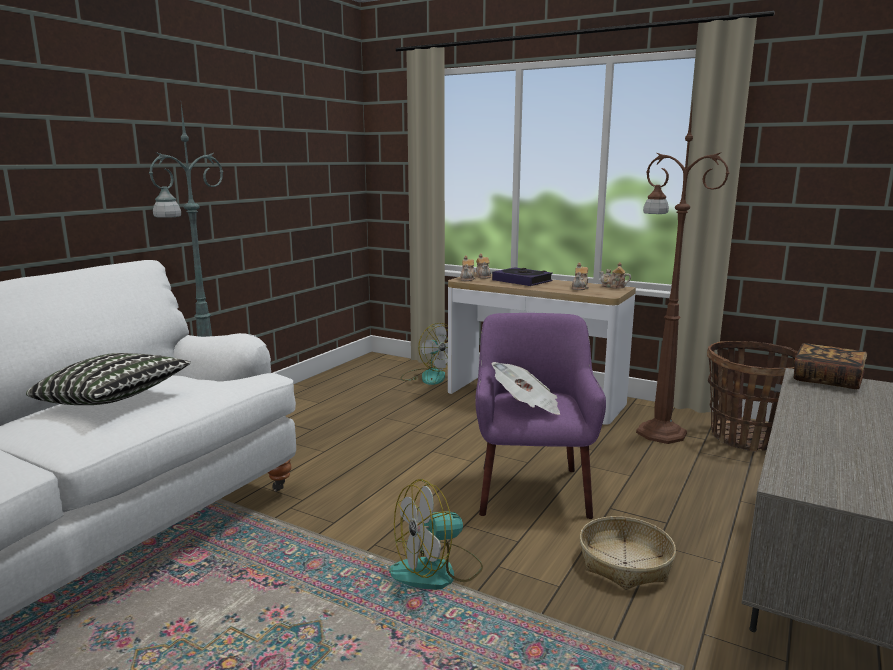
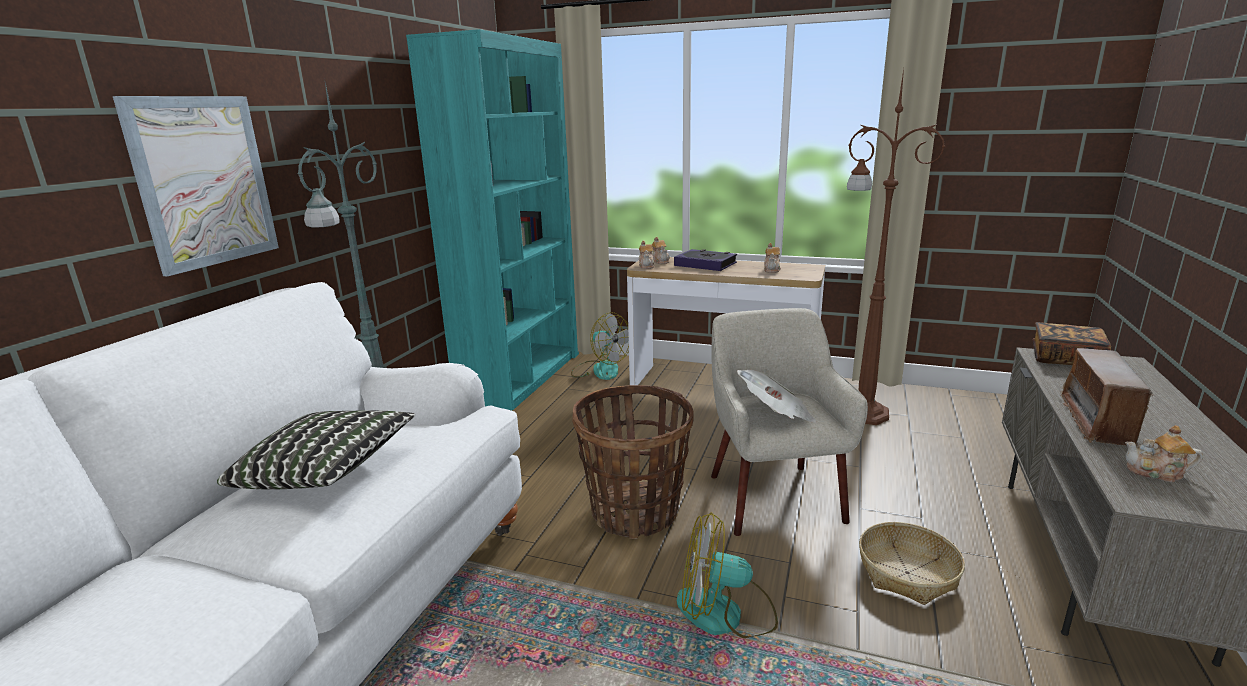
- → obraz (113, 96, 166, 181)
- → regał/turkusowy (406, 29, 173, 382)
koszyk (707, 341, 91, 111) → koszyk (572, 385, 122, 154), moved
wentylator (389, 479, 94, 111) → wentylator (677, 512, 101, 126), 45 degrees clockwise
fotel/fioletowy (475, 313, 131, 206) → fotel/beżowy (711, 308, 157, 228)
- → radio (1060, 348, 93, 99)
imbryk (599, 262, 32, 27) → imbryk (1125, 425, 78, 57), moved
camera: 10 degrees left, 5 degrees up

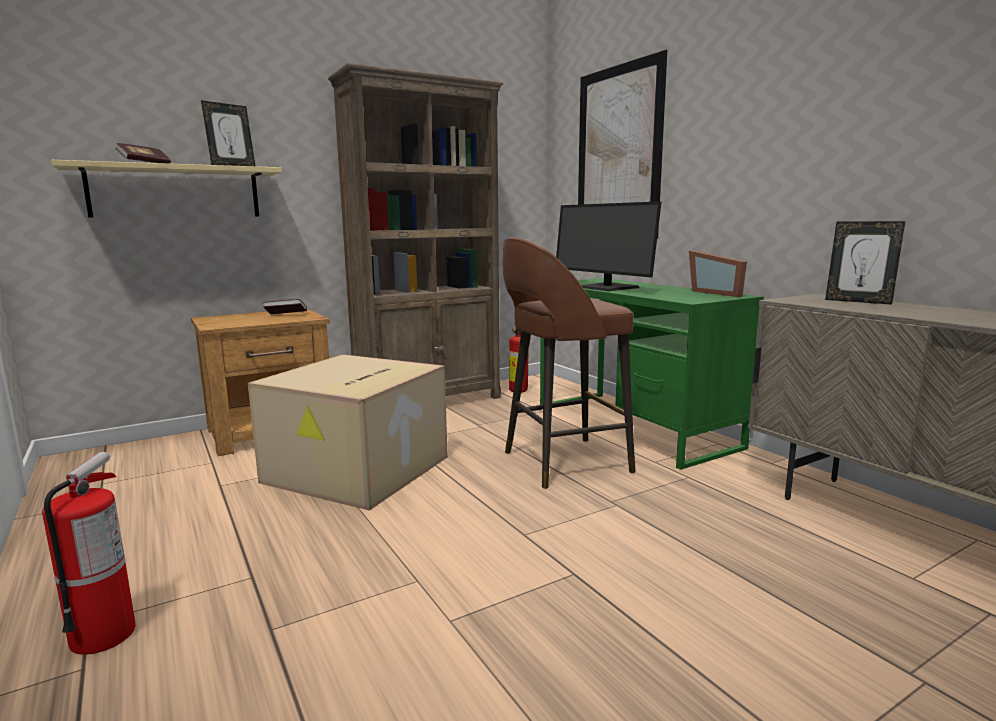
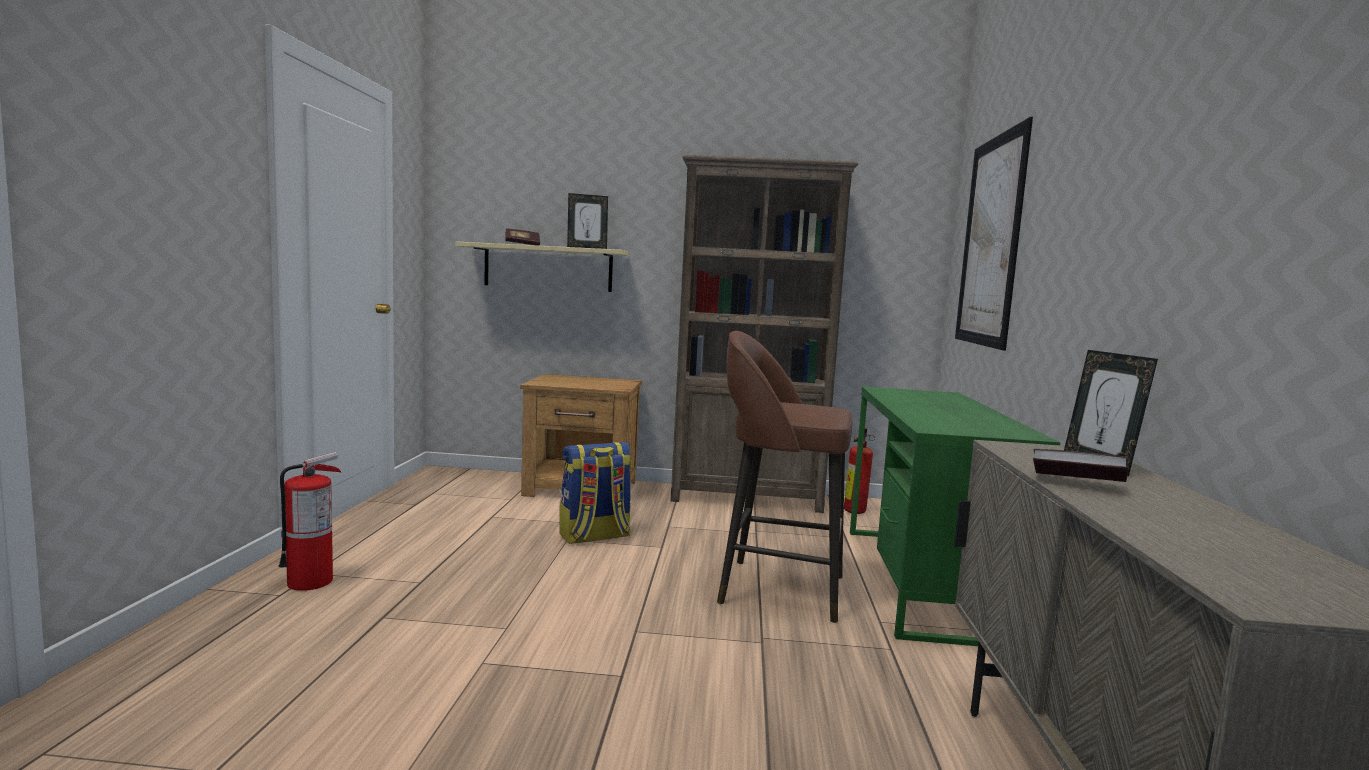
karton (248, 354, 200, 156) → plecak (559, 442, 73, 102)
książka (263, 299, 44, 15) → książka (1033, 449, 95, 33), moved
monitor (556, 201, 105, 90) → -
ramka na zdjęcie (689, 250, 58, 47) → -
camera: 35 degrees right, 5 degrees down

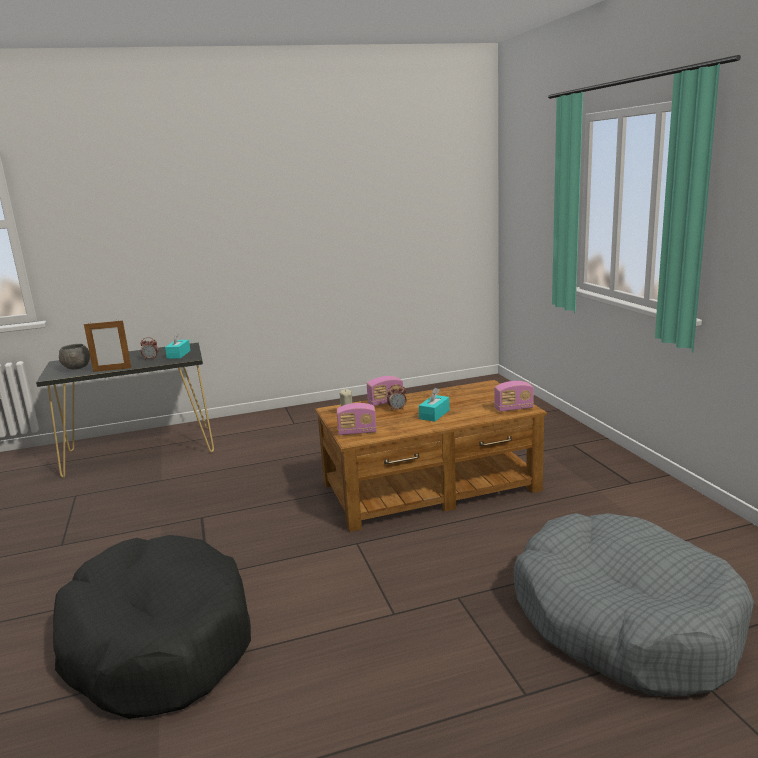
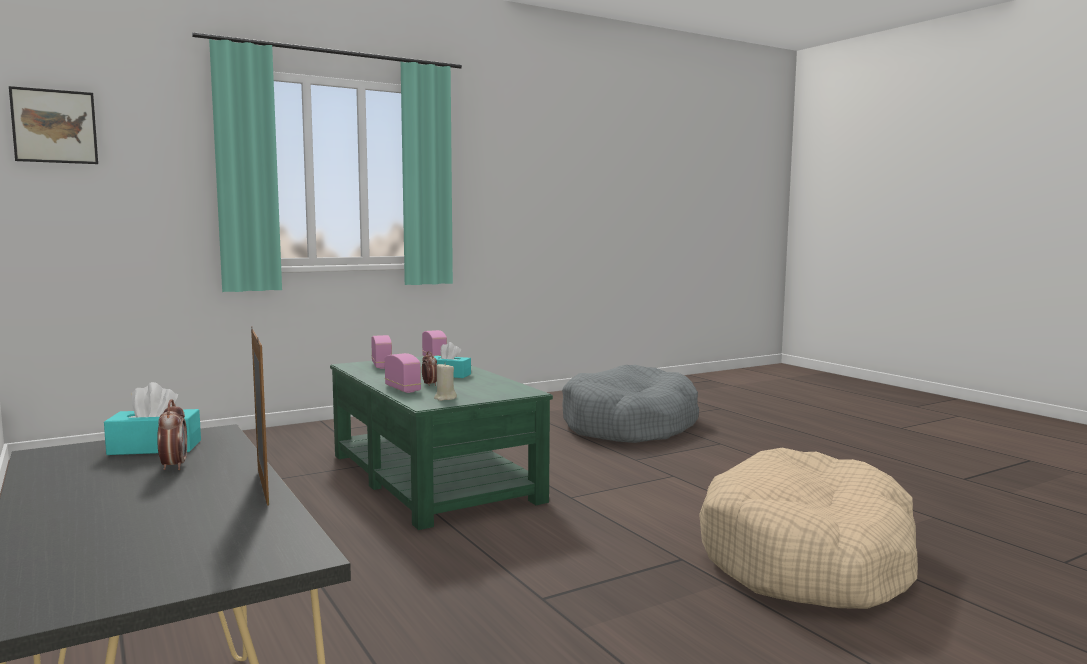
- → obraz (9, 86, 89, 78)
ława/brązowy (315, 380, 232, 152) → ława/zielony (330, 356, 223, 174)
radio (337, 403, 40, 32) → radio (371, 335, 21, 34), moved
legowisko/czarny (53, 535, 198, 184) → legowisko/beżowy (699, 448, 219, 161)
miska/szary (59, 344, 31, 26) → -
camera: 105 degrees left, 10 degrees down

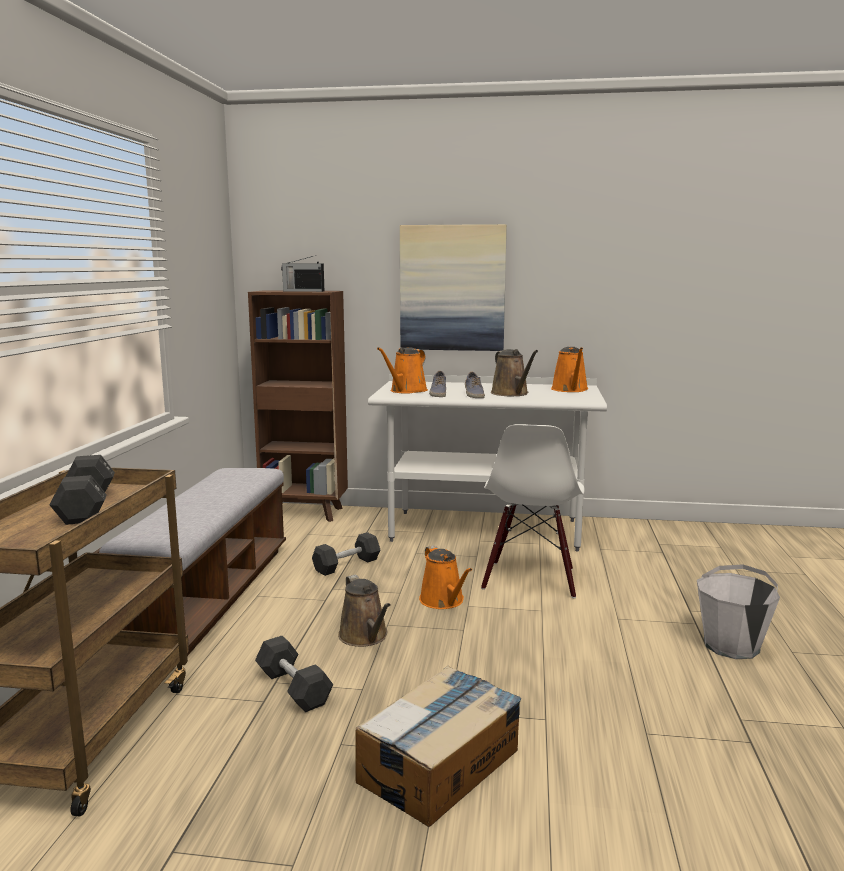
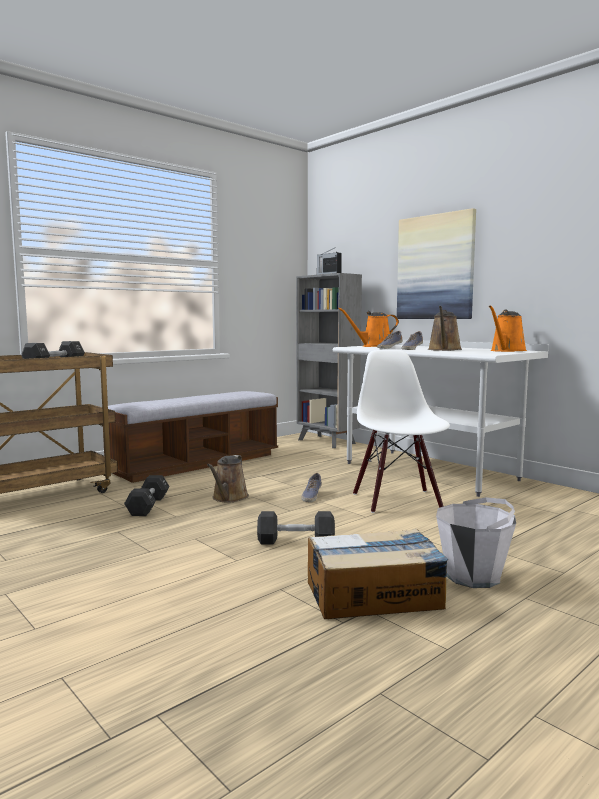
hantel/czarny (312, 532, 68, 44) → hantel/czarny (257, 511, 78, 34), moved
regał/brązowy (248, 291, 100, 231) → regał/szary (296, 273, 66, 175)
konewka/pomarańczowy (419, 545, 53, 64) → but (301, 473, 21, 29)
karton (355, 665, 167, 162) → karton (308, 529, 140, 90), moved
krzesło/biały (481, 424, 104, 174) → krzesło/biały (353, 350, 97, 163), 120 degrees clockwise
camera: 40 degrees right, 5 degrees down

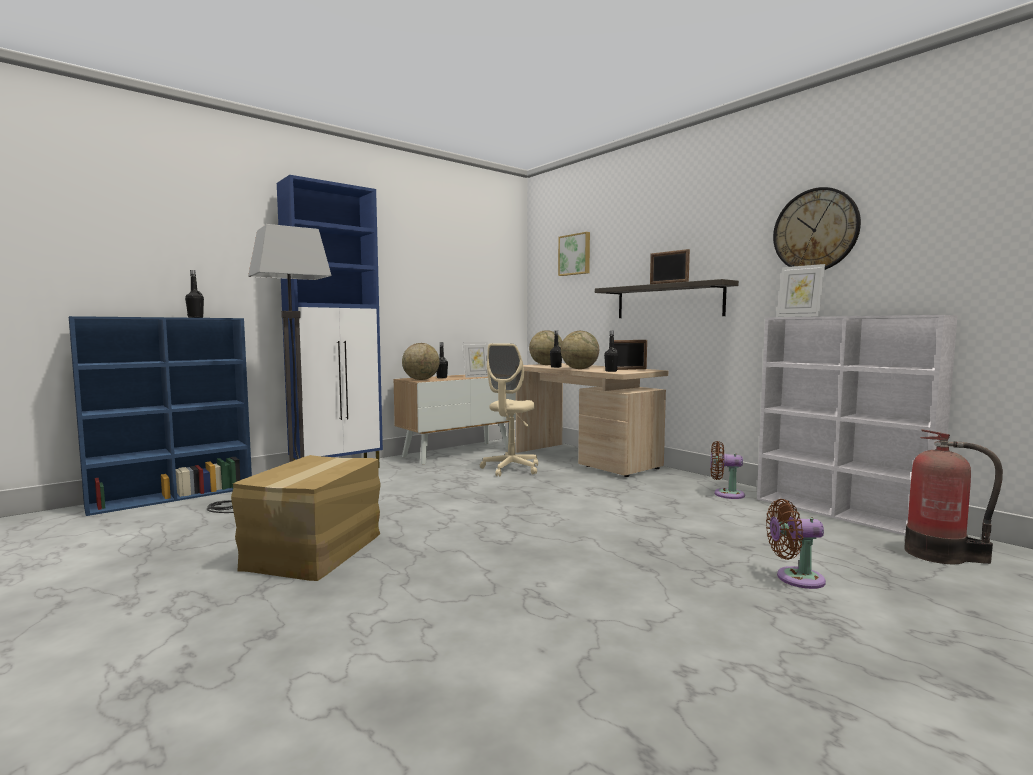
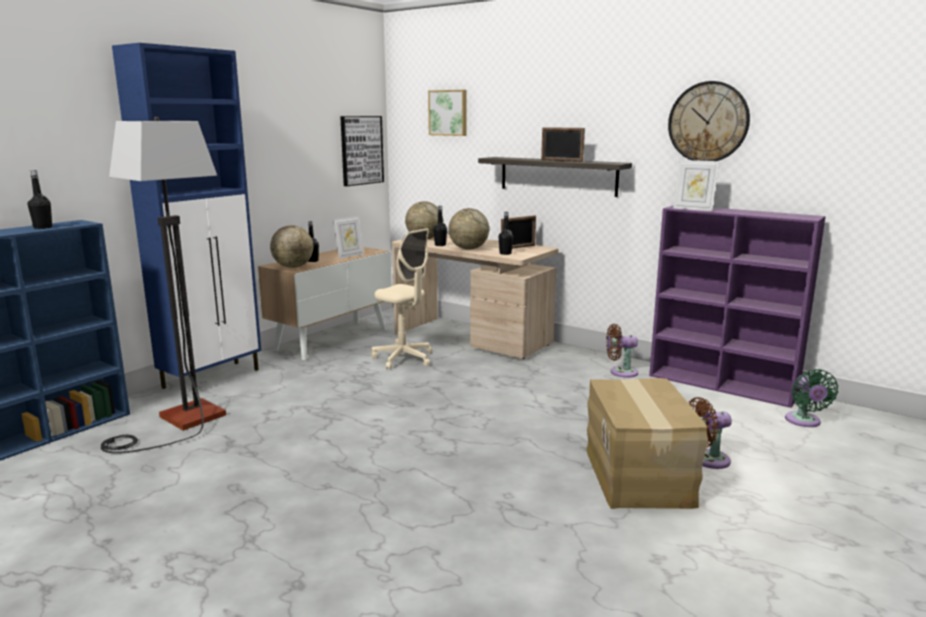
- → obraz (340, 116, 44, 70)
krzesło biurowe/beżowy (480, 343, 58, 134) → krzesło biurowe/beżowy (371, 228, 62, 142), 60 degrees counterclockwise
karton (231, 455, 149, 126) → karton (586, 378, 122, 131), moved
regał/biały (757, 315, 201, 220) → regał/fioletowy (649, 206, 177, 202)
gaśnica (904, 429, 99, 135) → wentylator/zielony (785, 369, 53, 58)
camera: 15 degrees left, 10 degrees up

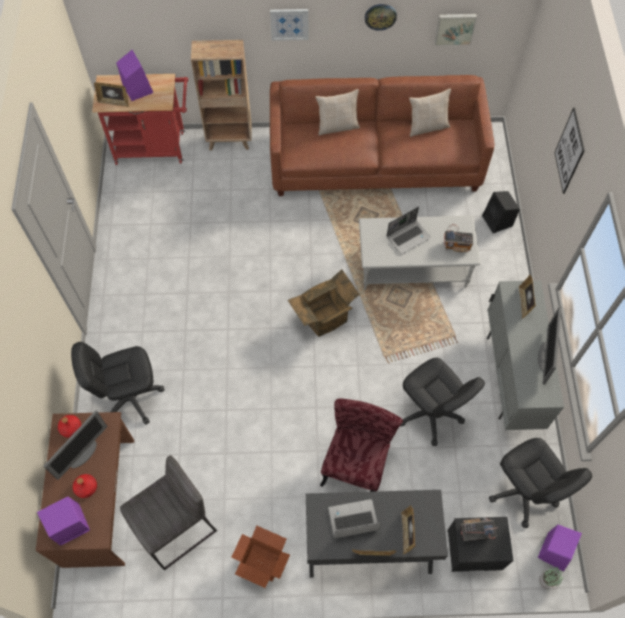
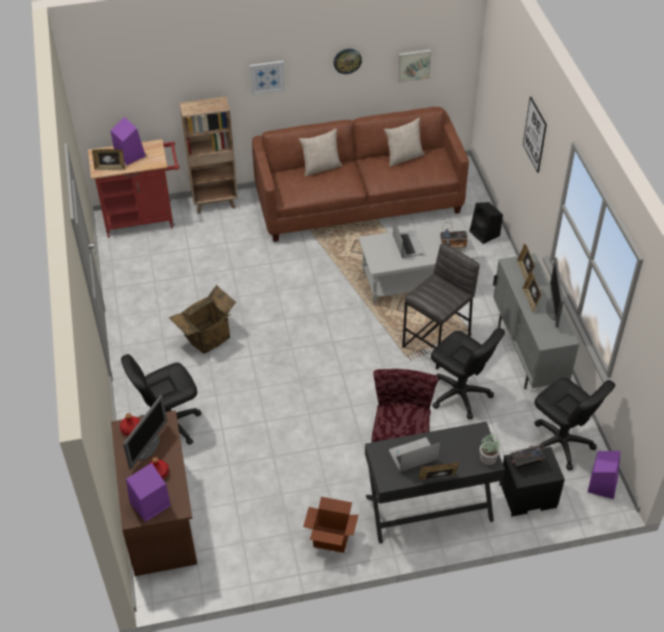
karton (288, 269, 72, 68) → karton (169, 285, 68, 69), moved
laptop (387, 207, 44, 48) → laptop (393, 219, 32, 39), 60 degrees counterclockwise
stołek/szary (120, 455, 97, 116) → stołek/szary (402, 243, 78, 127), moved
roślina doniczkowa (539, 567, 24, 22) → roślina doniczkowa (480, 433, 20, 32), moved
ramka na zdjęcie (401, 505, 14, 49) → ramka na zdjęcie (522, 271, 20, 41), moved
camera: 10 degrees left, 15 degrees down

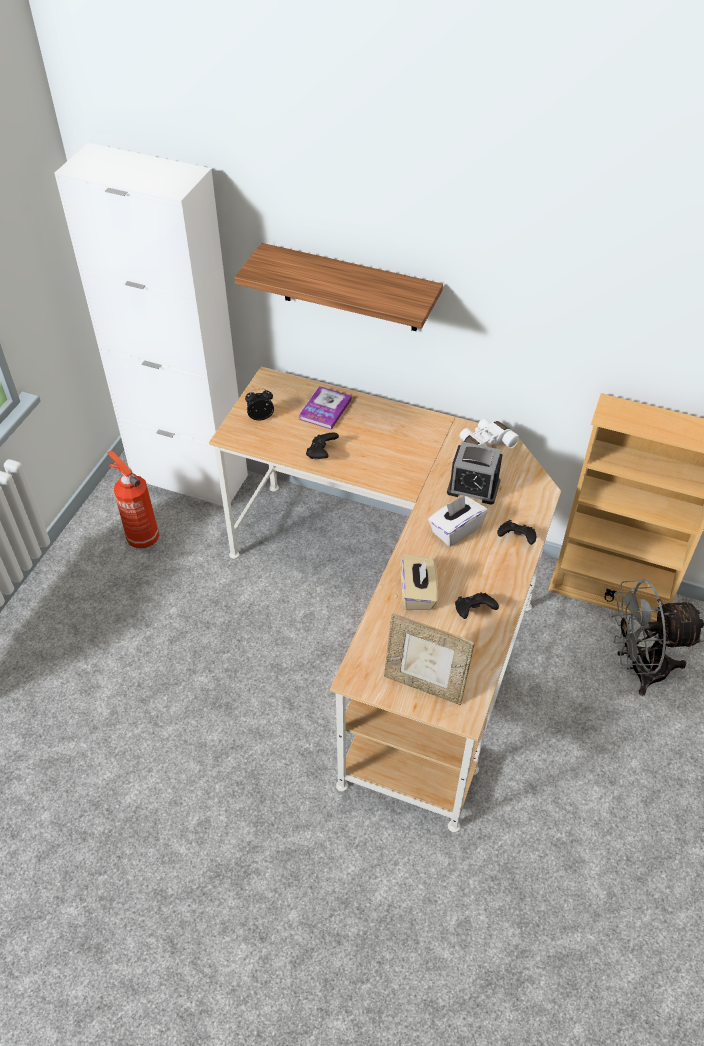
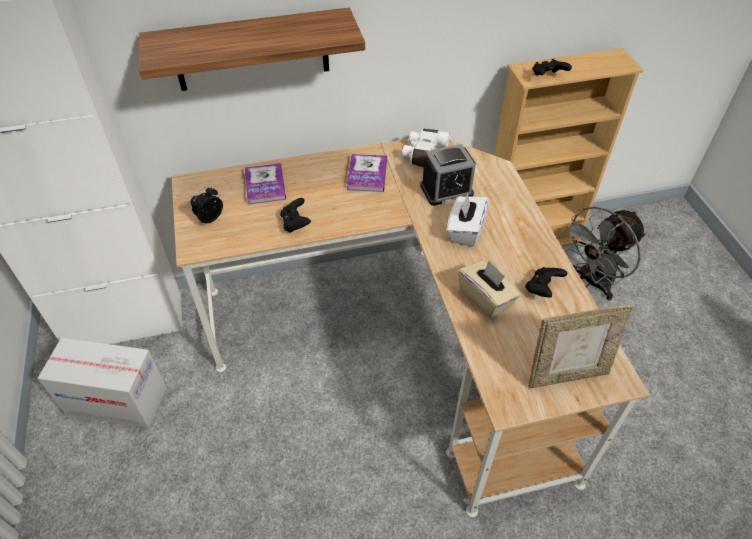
gaśnica (107, 450, 52, 98) → karton (38, 338, 129, 90)
- → książka (347, 154, 40, 38)
pad do gier/czarny (497, 520, 39, 25) → pad do gier/czarny (532, 59, 40, 17), moved
camera: 35 degrees left, 0 degrees up

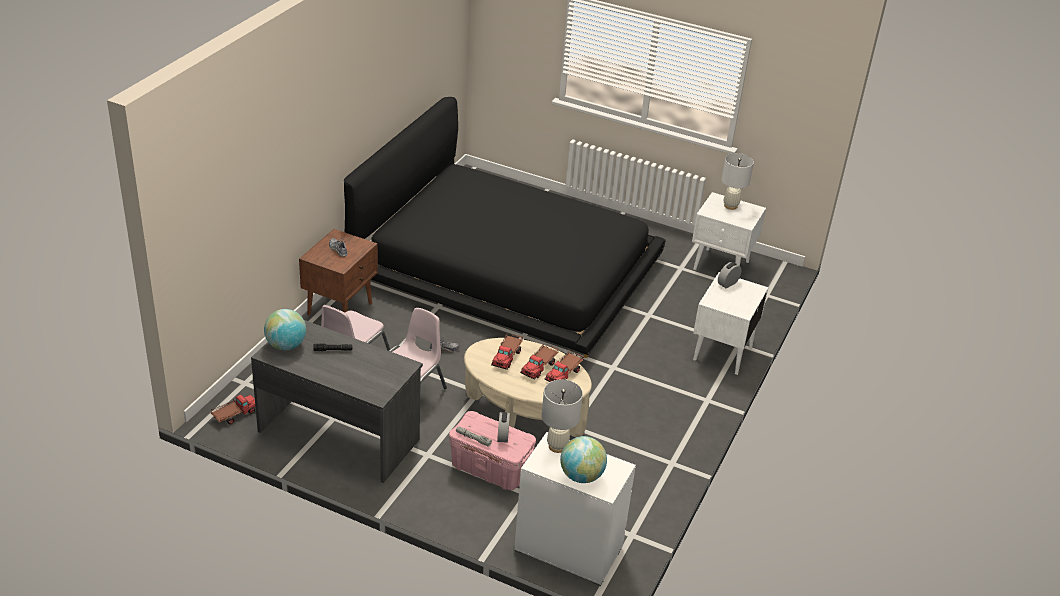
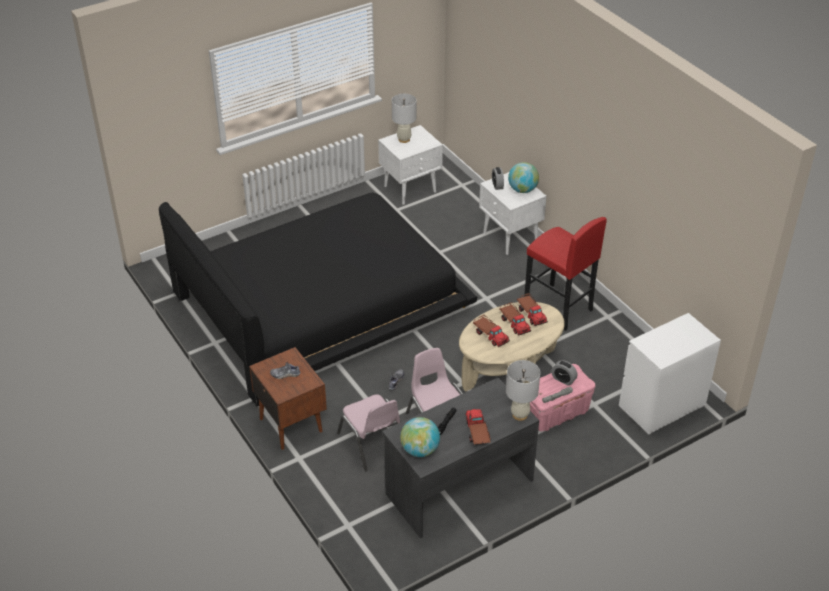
ciężarówka zabawkowa (211, 395, 44, 29) → ciężarówka zabawkowa (465, 409, 26, 36), moved
lampa stołowa/biały (542, 379, 41, 74) → lampa stołowa/biały (506, 360, 34, 61), moved
globus (560, 436, 47, 47) → globus (508, 162, 31, 31), moved
- → stołek/czerwony (524, 217, 83, 114)
camera: 55 degrees left, 5 degrees up

